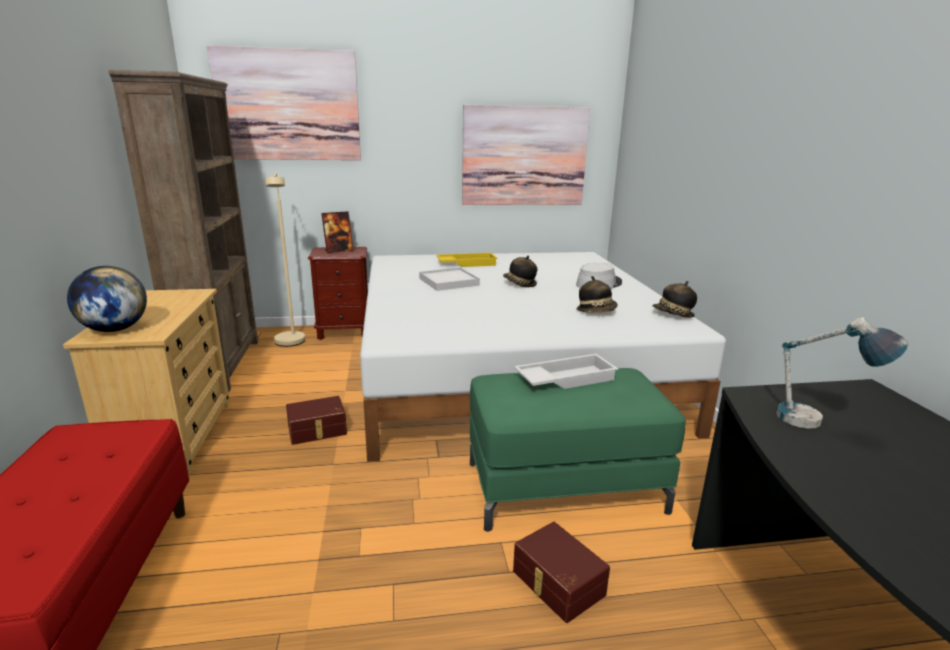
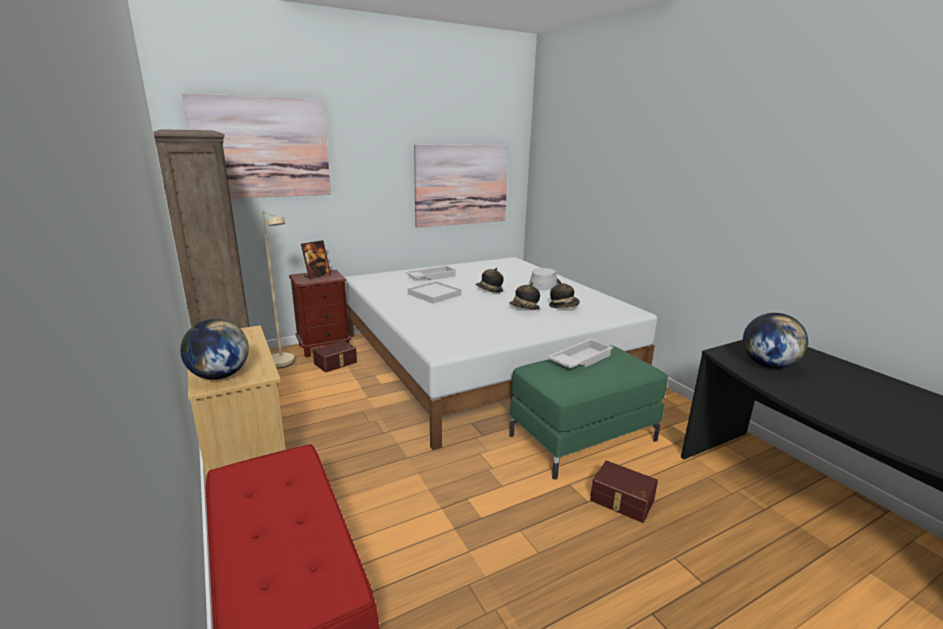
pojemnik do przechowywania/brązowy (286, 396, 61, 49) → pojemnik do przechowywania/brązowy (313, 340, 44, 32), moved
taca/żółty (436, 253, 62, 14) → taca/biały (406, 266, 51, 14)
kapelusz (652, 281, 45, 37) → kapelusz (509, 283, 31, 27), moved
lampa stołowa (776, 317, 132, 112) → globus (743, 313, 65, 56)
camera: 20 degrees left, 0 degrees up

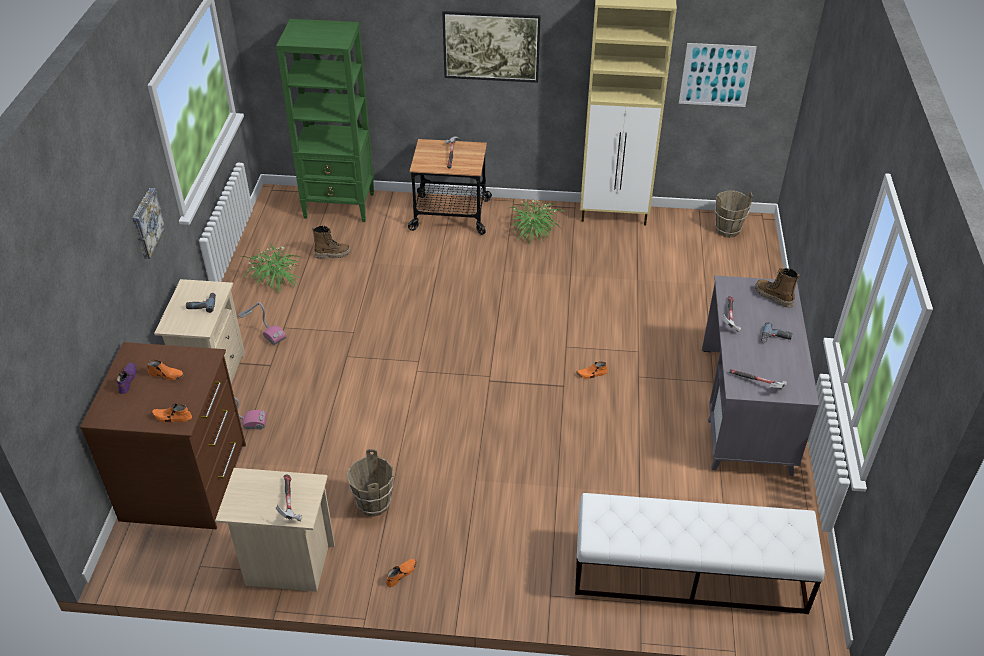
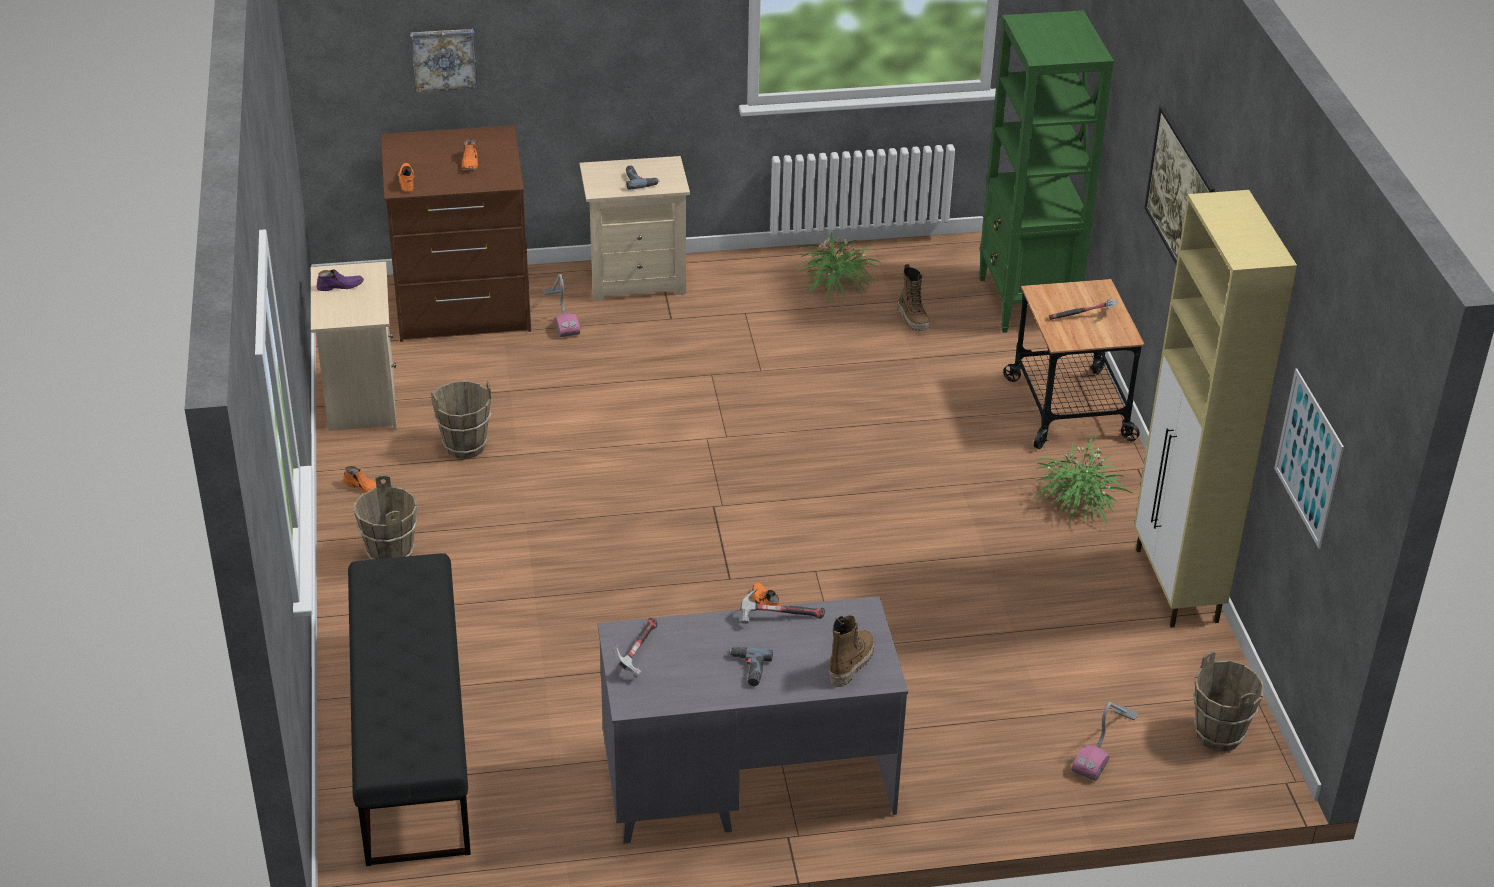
but/fioletowy (116, 363, 21, 31) → but/fioletowy (317, 269, 47, 22), moved
ławka/biały (575, 493, 250, 121) → ławka/czarny (348, 553, 123, 313)
- → wiadro/brązowy (354, 475, 64, 85)
obraz (132, 188, 34, 71) → obraz (410, 29, 68, 63), moved
odkurzacz (238, 302, 48, 43) → odkurzacz (1072, 702, 66, 79), moved
młotek (276, 475, 26, 46) → -
camera: 75 degrees right, 5 degrees down

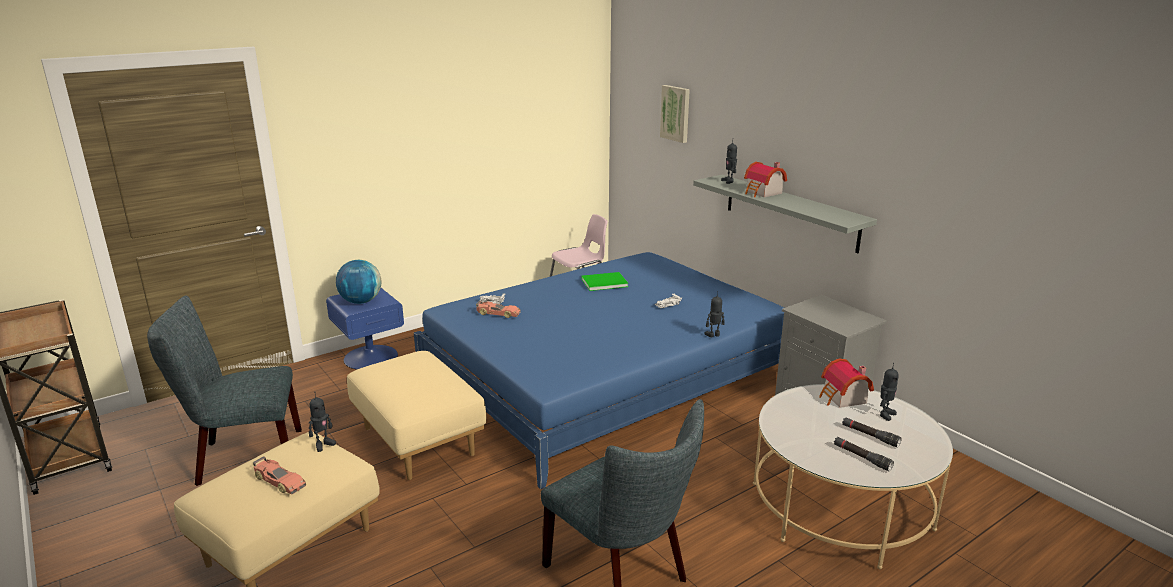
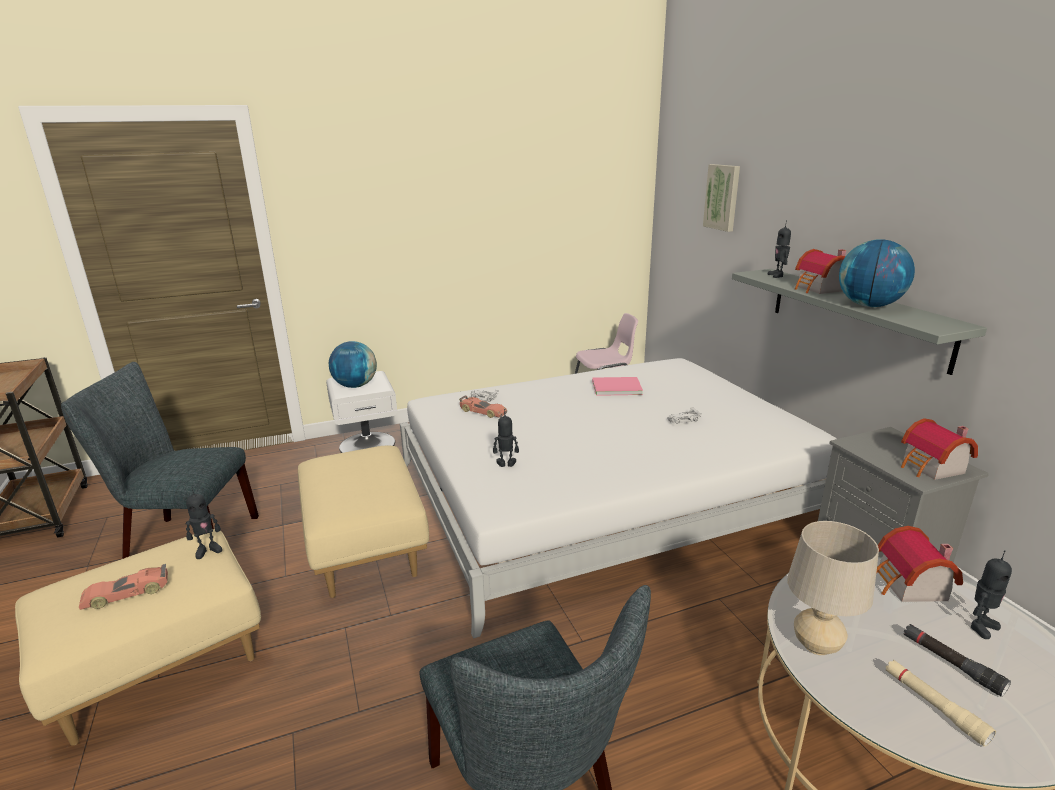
samochodzik (253, 456, 53, 39) → samochodzik (79, 564, 89, 46), 105 degrees clockwise
szafka nocna/niebieski (326, 288, 78, 81) → szafka nocna/biały (326, 371, 71, 82)
łóżko/niebieski (414, 252, 370, 237) → łóżko/biały (400, 358, 437, 280)
robot zabawkowy (705, 291, 20, 46) → robot zabawkowy (493, 409, 26, 58), moved
książka/zielony (581, 272, 47, 19) → książka/różowy (592, 377, 51, 19)
- → lampa stołowa/beżowy (787, 521, 92, 134)
- → globus (839, 239, 76, 68)
latarka/czarny (834, 437, 60, 34) → latarka/beżowy (886, 660, 110, 87)
- → domek (901, 418, 77, 62)
camera: 15 degrees right, 0 degrees up

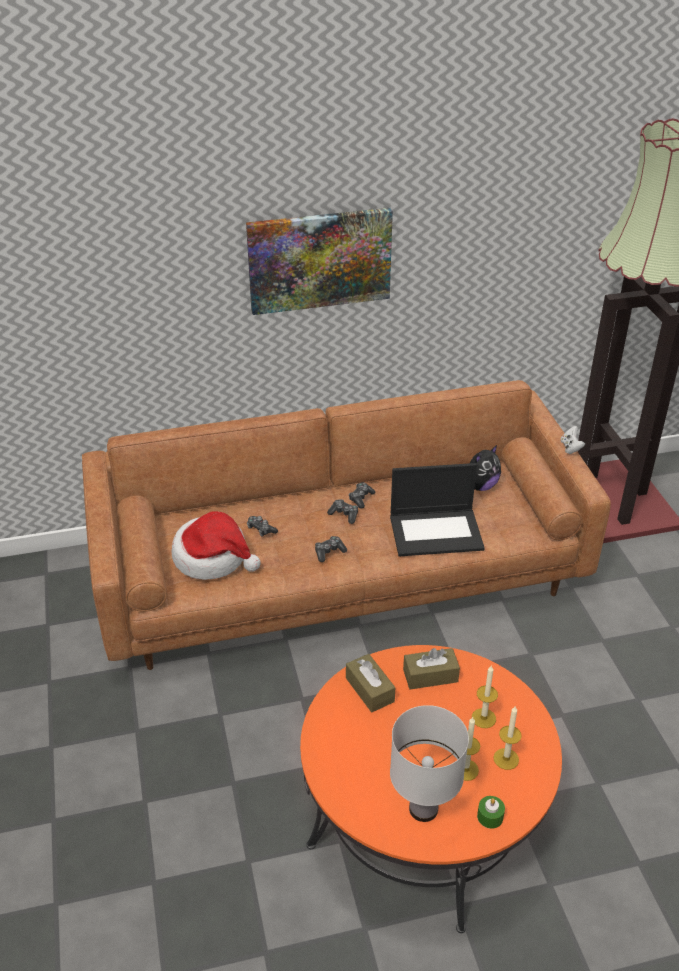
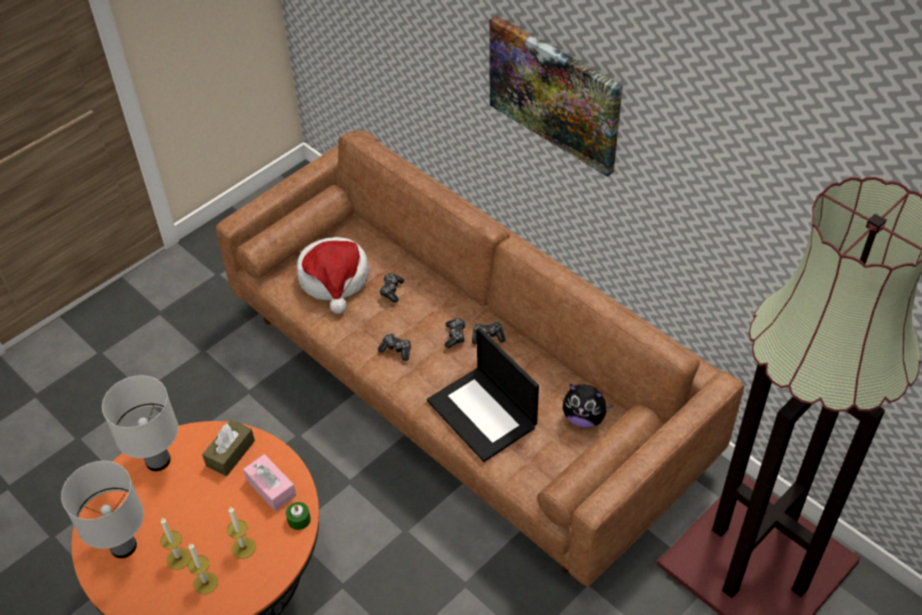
- → lampa stołowa/biały (102, 375, 76, 96)
pudełko chusteczek/brązowy (403, 648, 57, 42) → pudełko chusteczek/różowy (243, 454, 53, 57)
świeca/zielony (477, 796, 28, 33) → świeca/zielony (286, 502, 25, 28), moved
pad do gier/biały (561, 426, 24, 28) → -
camera: 60 degrees right, 10 degrees up

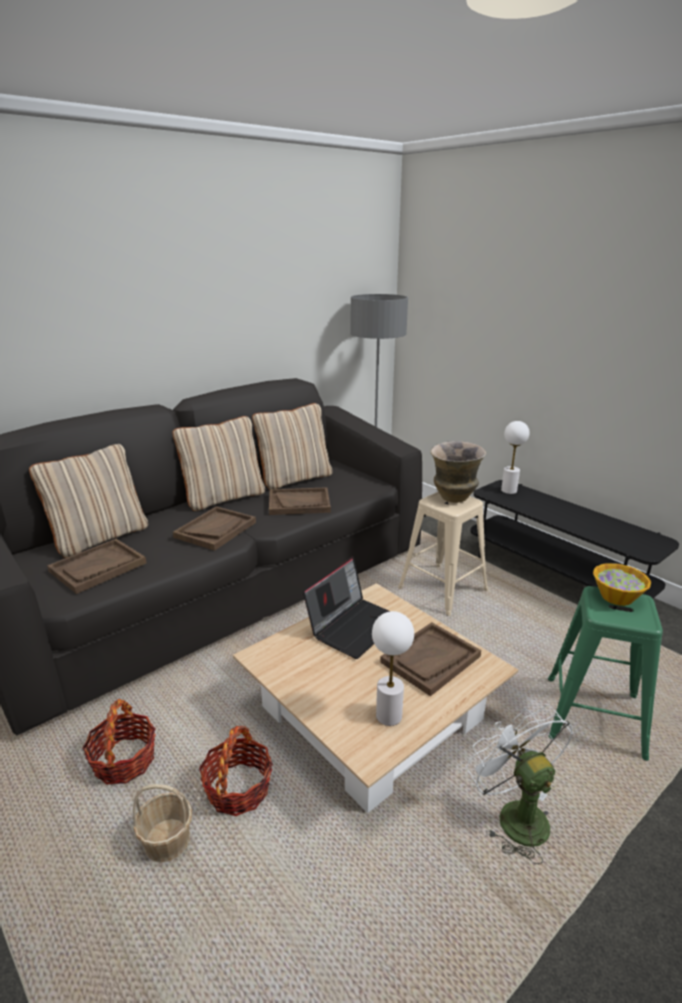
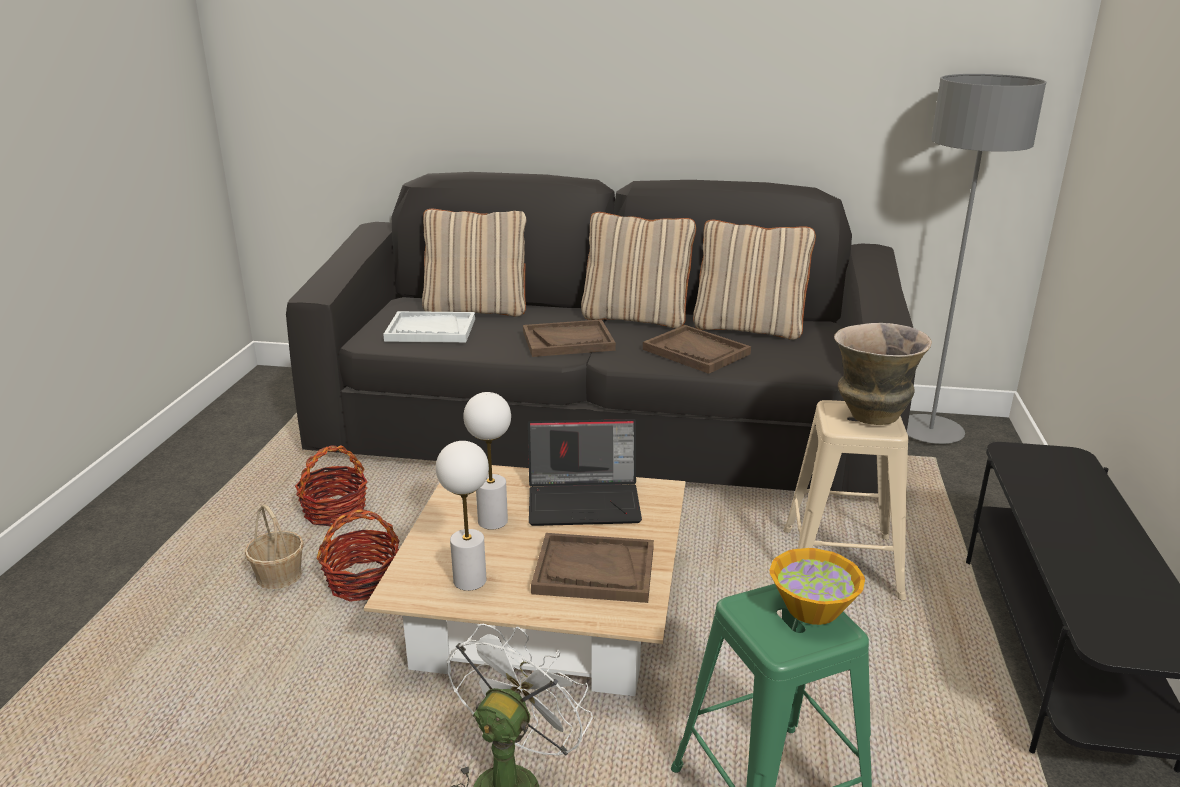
taca/brązowy (47, 539, 99, 55) → taca/biały (383, 311, 92, 32)
lampa stołowa/biały (501, 421, 29, 73) → lampa stołowa/biały (463, 392, 48, 138), moved
camera: 50 degrees right, 0 degrees up

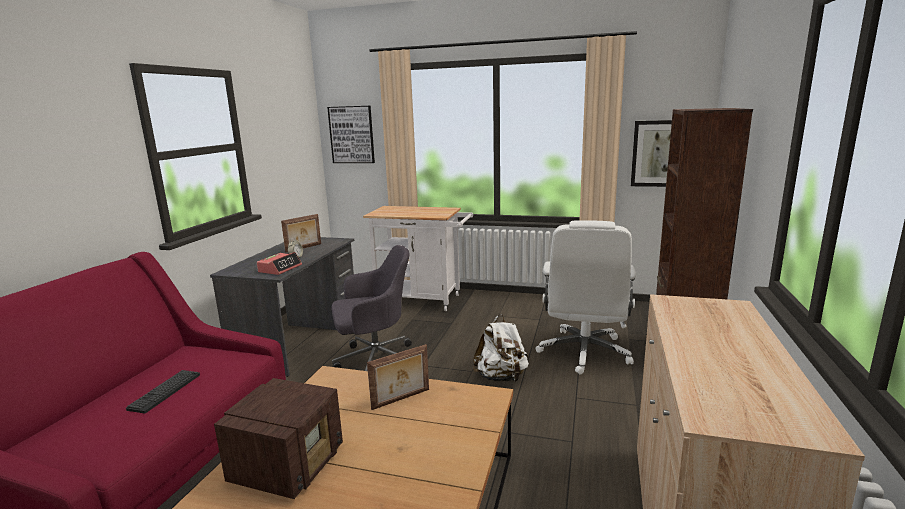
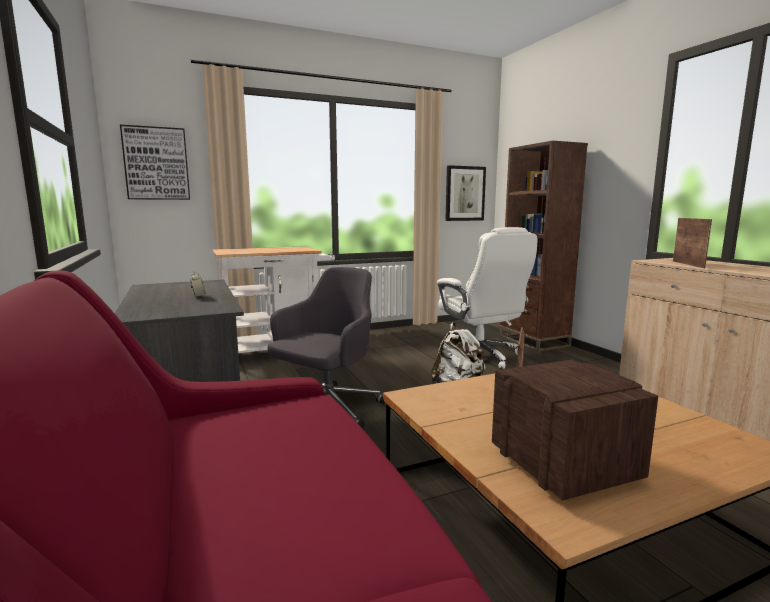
ramka na zdjęcie (281, 214, 40, 39) → ramka na zdjęcie (673, 218, 39, 50), moved
klawiatura (126, 370, 74, 43) → -
budzik (257, 252, 45, 23) → -
camera: 40 degrees left, 5 degrees down

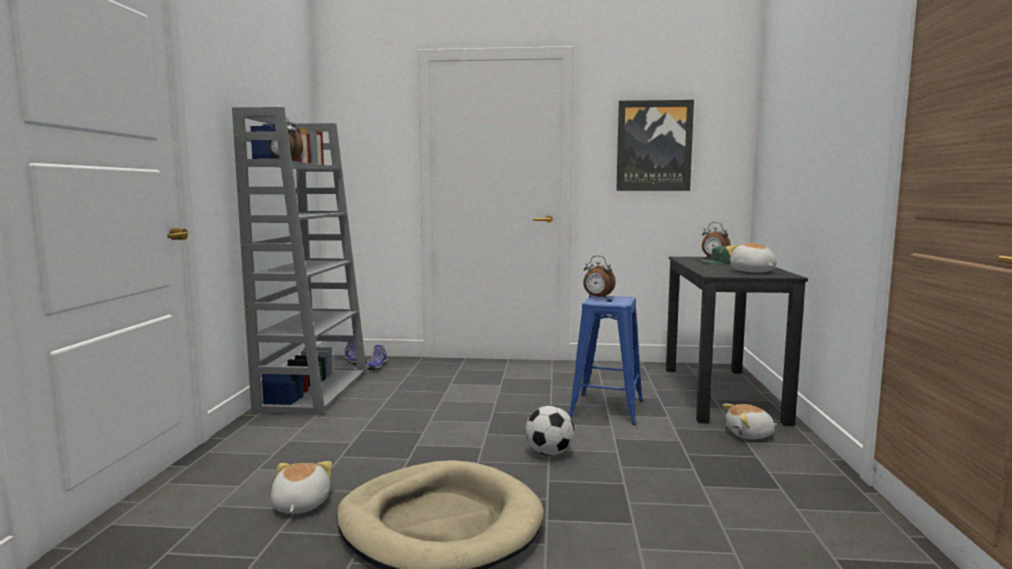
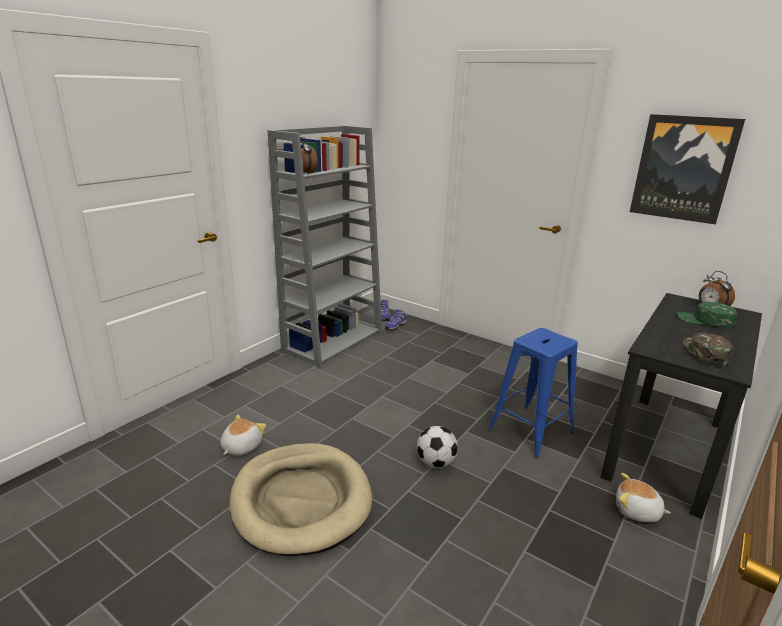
pluszak (726, 243, 51, 30) → czapka z daszkiem/zielony (683, 332, 51, 34)
budzik (583, 256, 33, 42) → -
camera: 30 degrees right, 15 degrees up

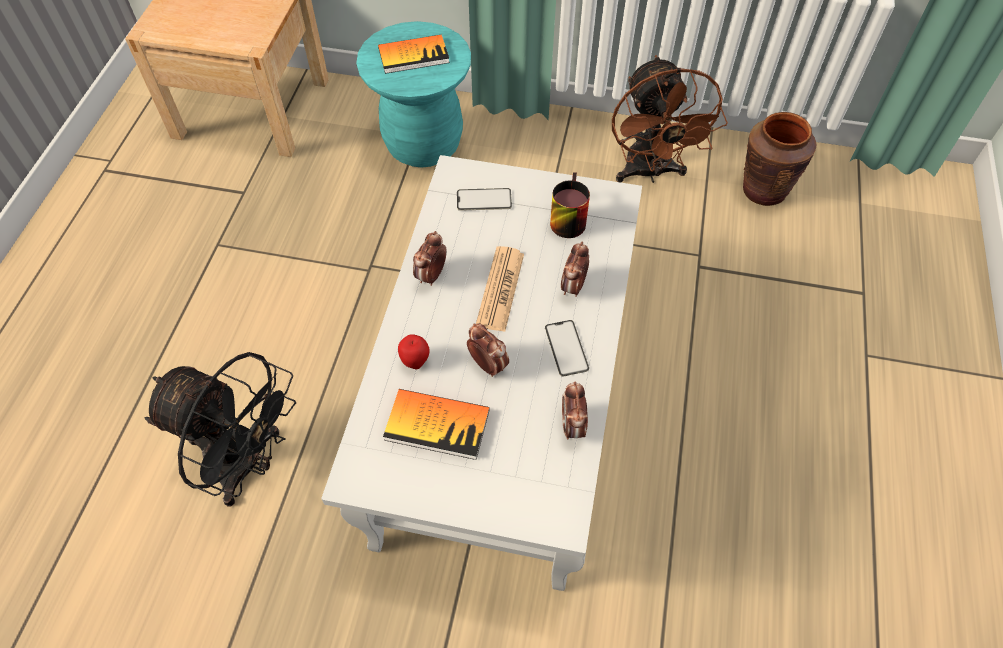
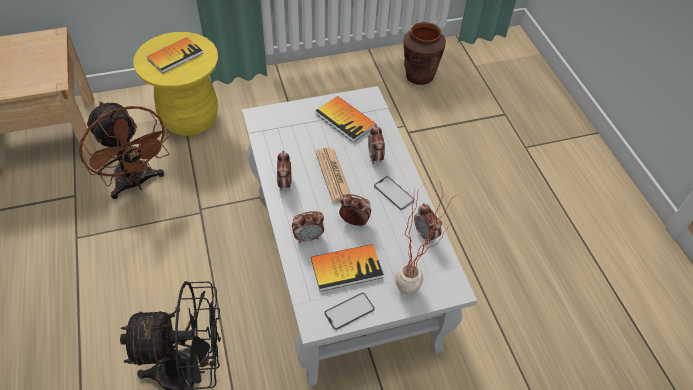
wentylator/brązowy (612, 55, 116, 128) → wentylator/brązowy (79, 101, 92, 98), moved
stołek/turkusowy (356, 21, 115, 146) → stołek/żółty (133, 32, 85, 104)
jabłko (398, 334, 32, 35) → budzik (292, 211, 32, 32)
kubek (550, 172, 40, 66) → książka (316, 96, 60, 47)
telefon (457, 188, 55, 23) → telefon (324, 293, 51, 37), moved
- → roślina doniczkowa (395, 180, 62, 115)
camera: 30 degrees left, 5 degrees down

